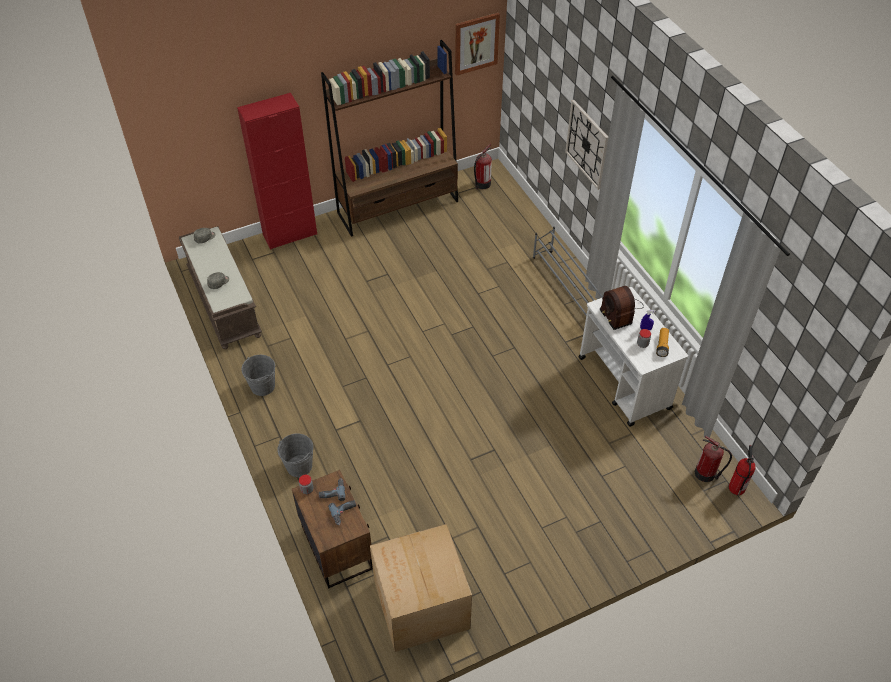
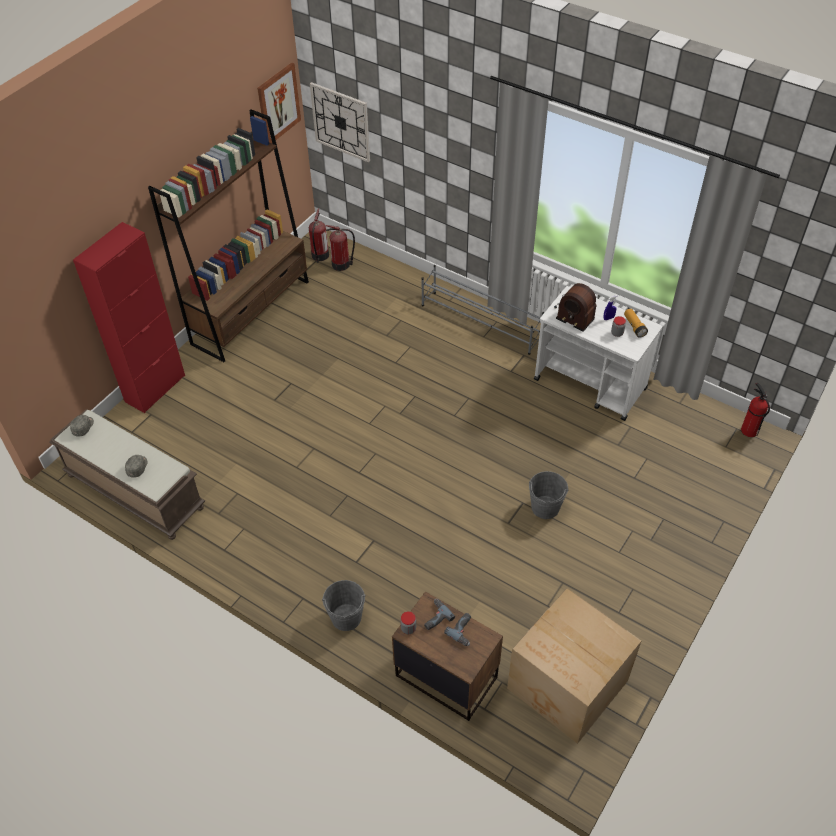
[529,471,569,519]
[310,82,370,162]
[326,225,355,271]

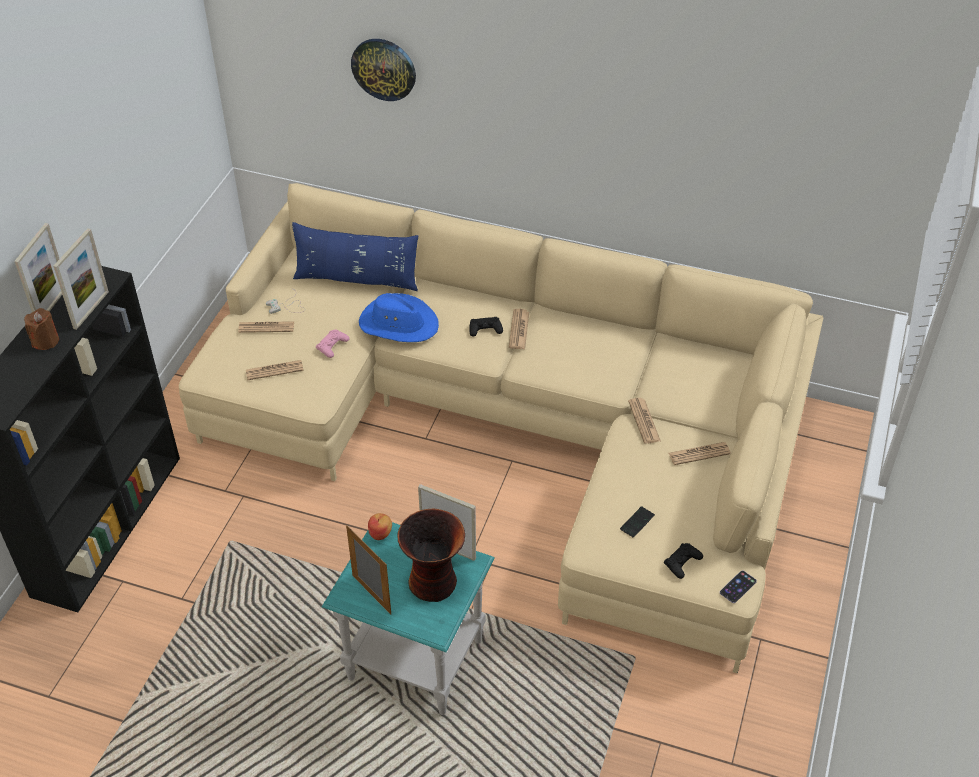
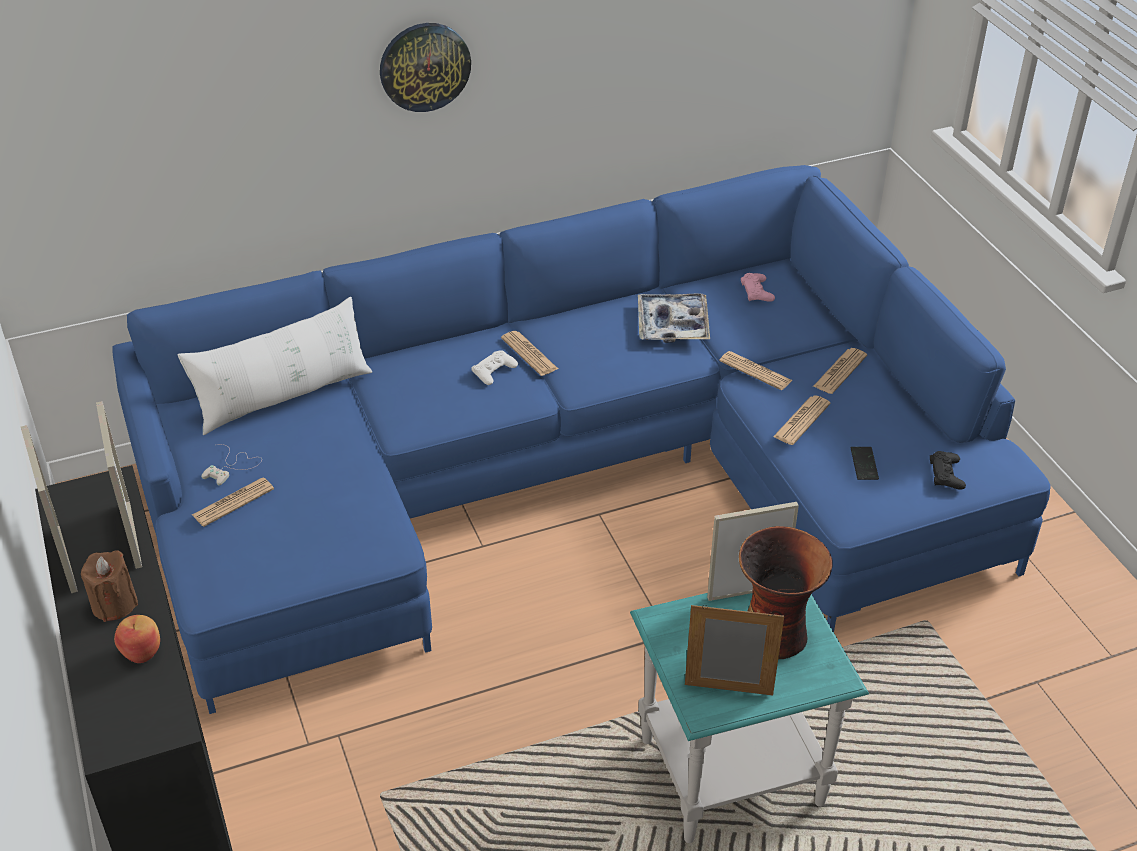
[359,293,439,342] (first image)
[720,571,757,603] (first image)
[638,294,710,343]
[773,396,830,445]
[741,273,775,302]
[380,23,471,112]
[114,615,160,663]
[112,165,1051,714]
[178,297,372,435]
[471,351,518,385]

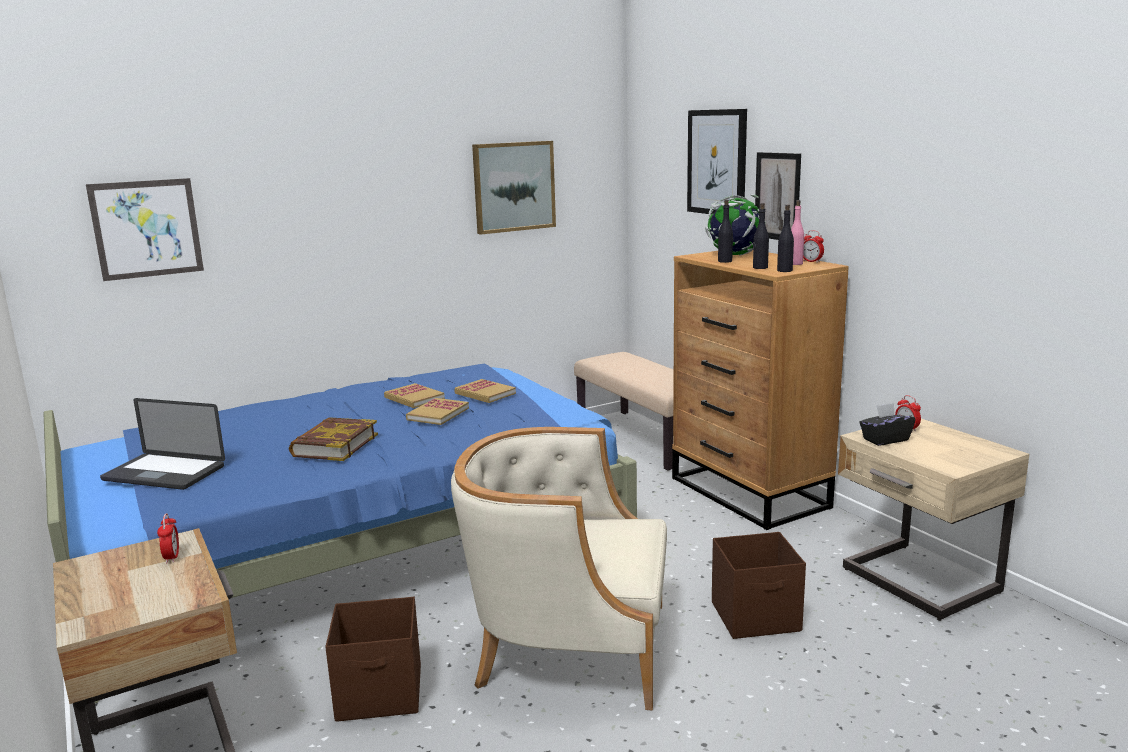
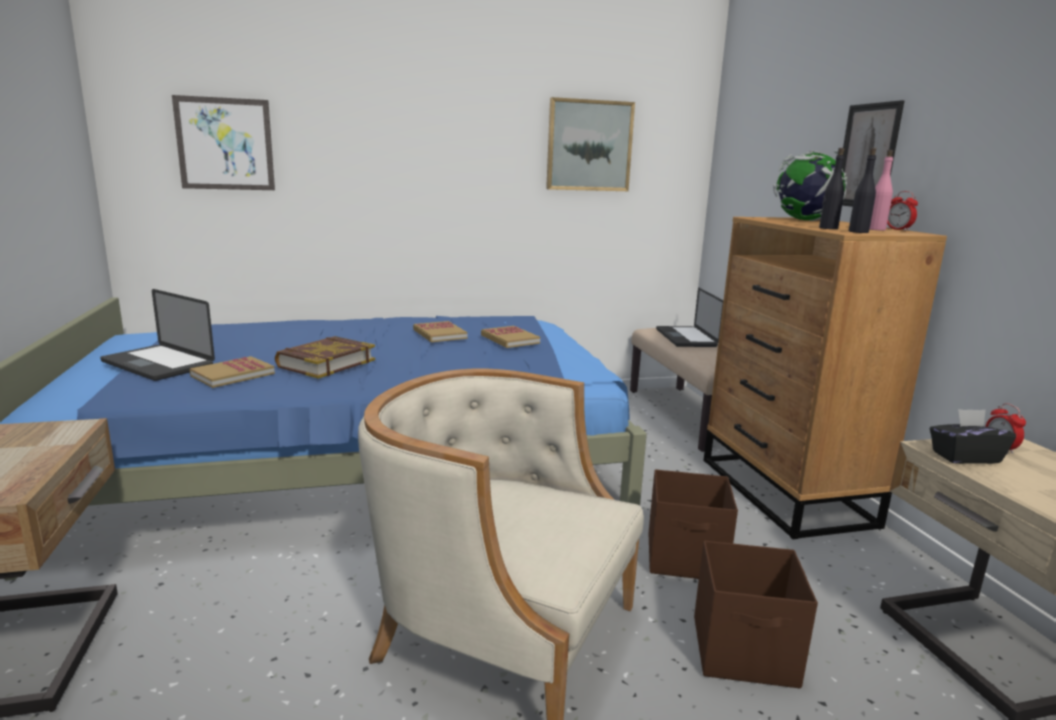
[157,513,179,564] (first image)
[687,109,747,214] (first image)
[718,199,733,263] (first image)
[656,288,723,347]
[649,469,738,579]
[189,356,275,388]

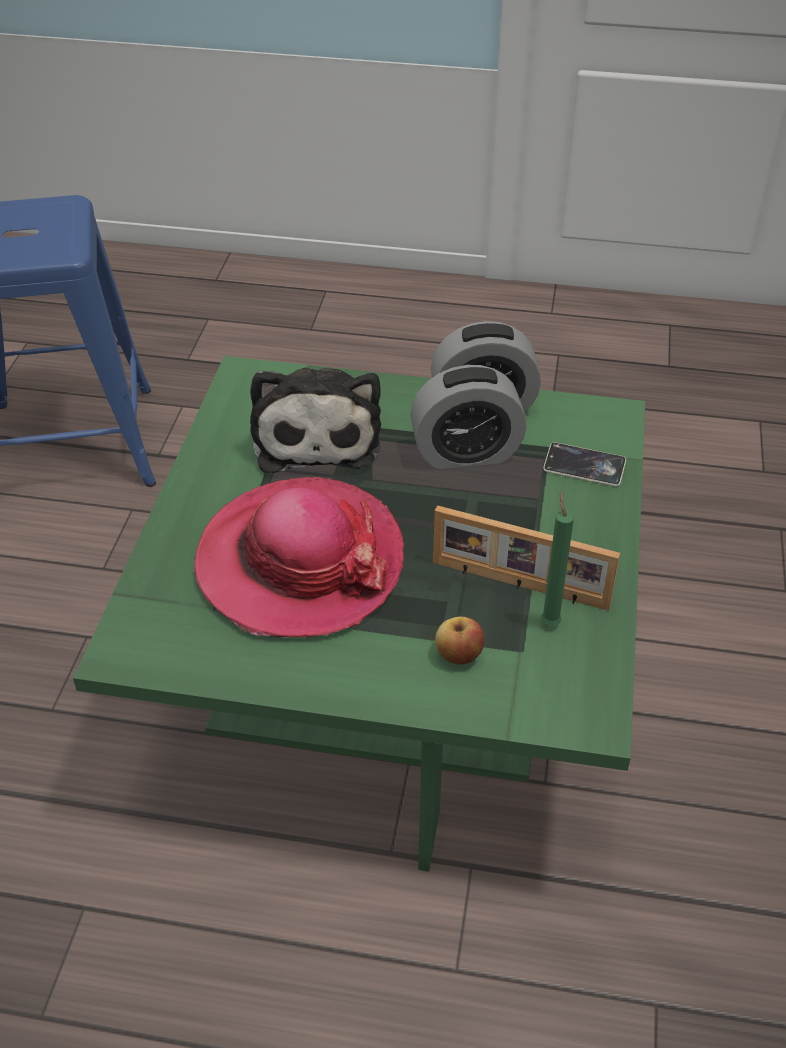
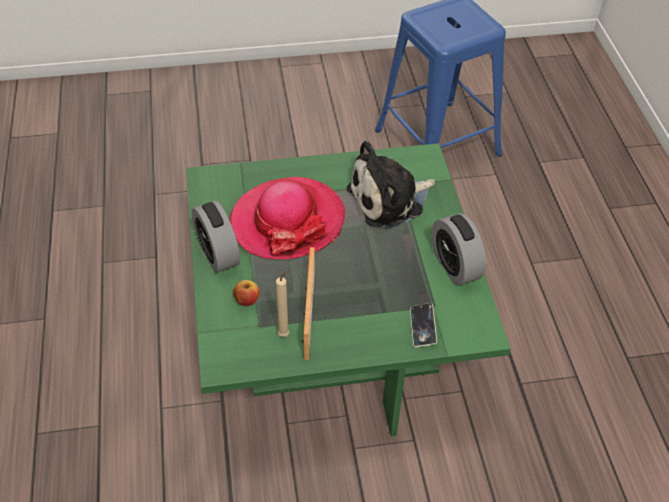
[192,201,240,273]
[276,270,290,337]

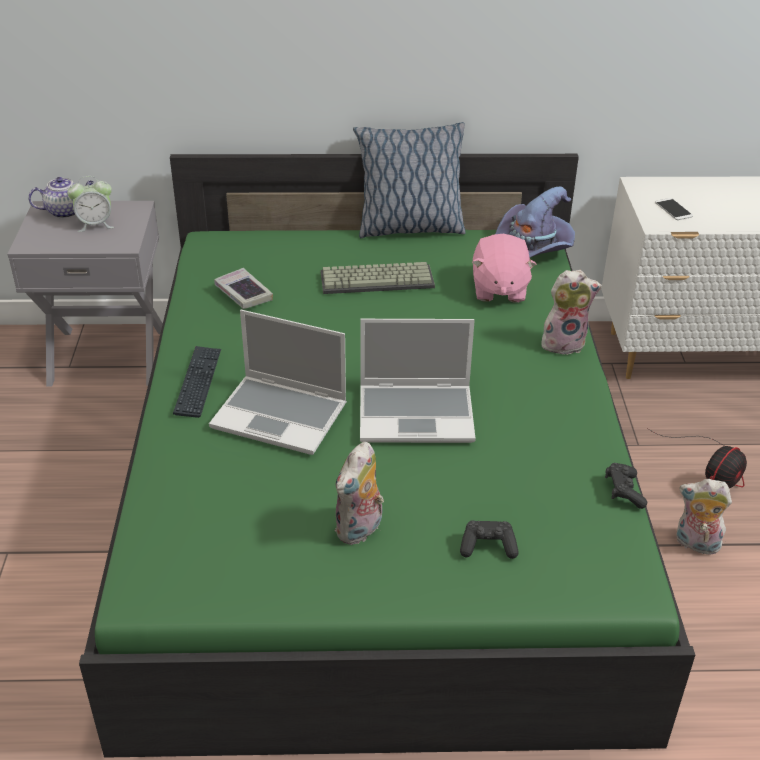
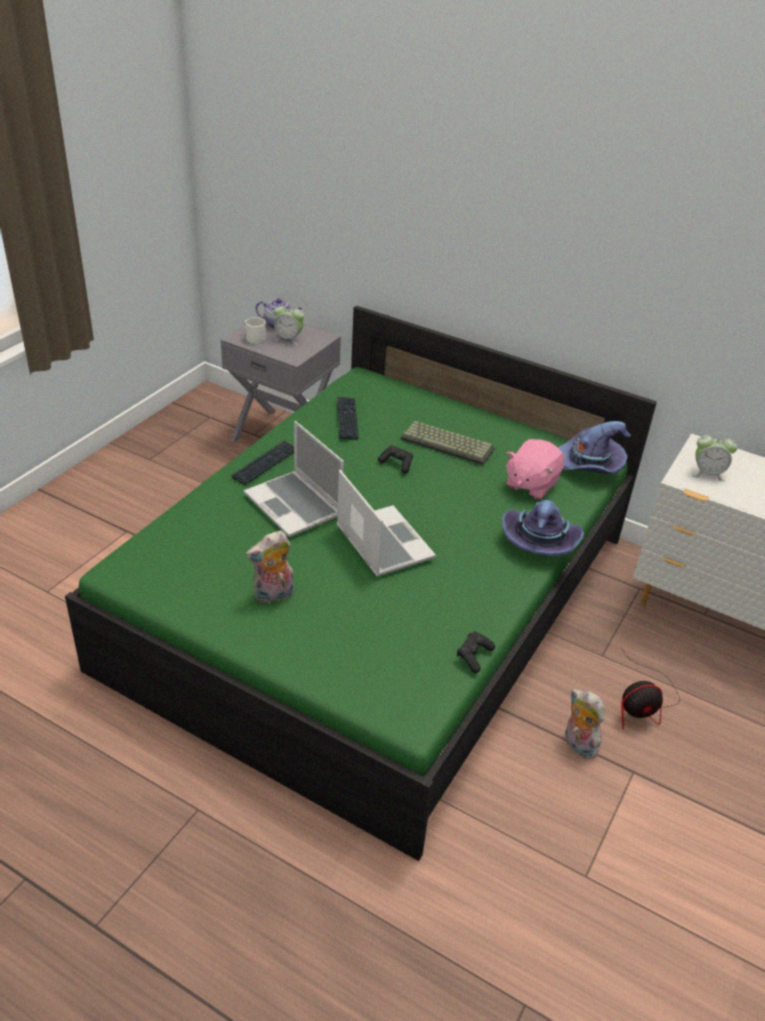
[353,122,466,238] (first image)
[243,317,266,344]
[378,445,413,473]
[337,397,359,440]
[502,500,584,556]
[692,432,738,481]
[337,470,436,577]

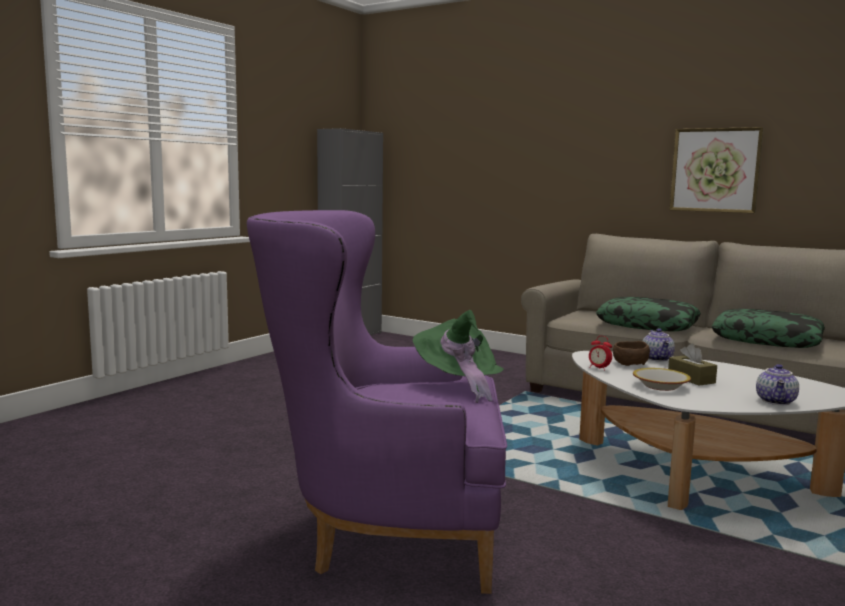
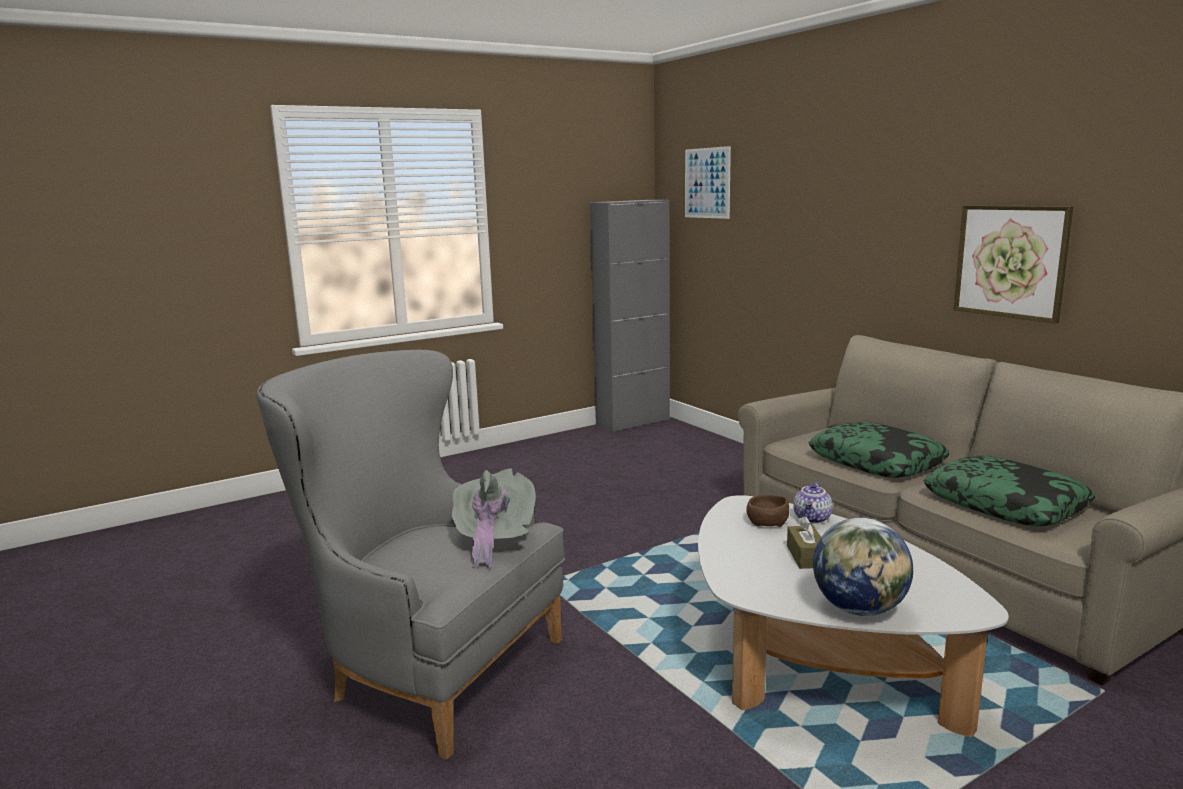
[589,336,612,371] (first image)
[633,368,691,391] (first image)
[685,146,731,219]
[813,518,913,616]
[257,350,566,760]
[452,468,536,568]

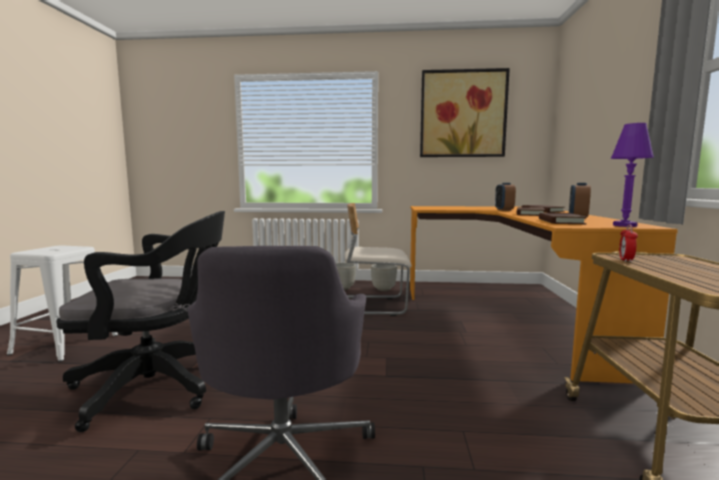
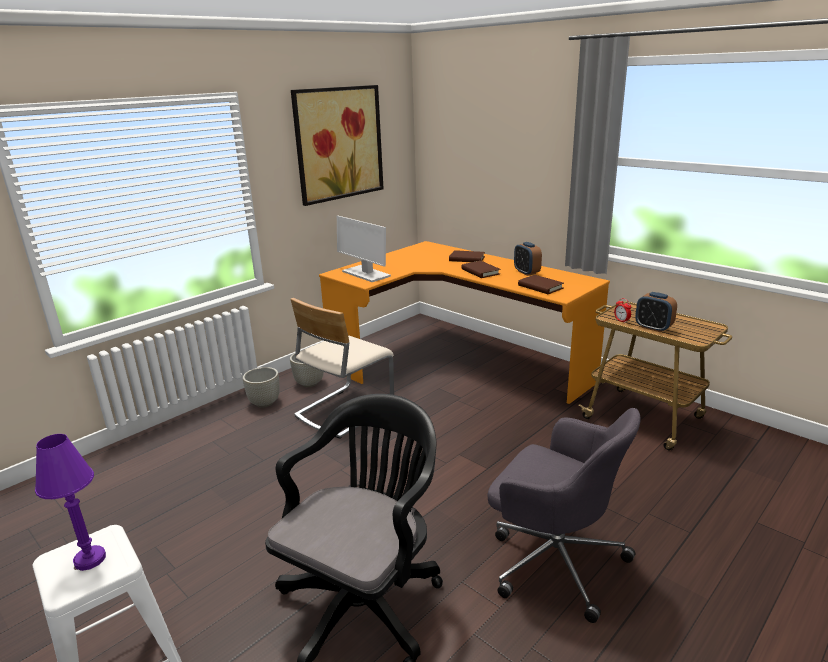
[337,216,391,282]
[635,292,677,332]
[35,434,106,571]

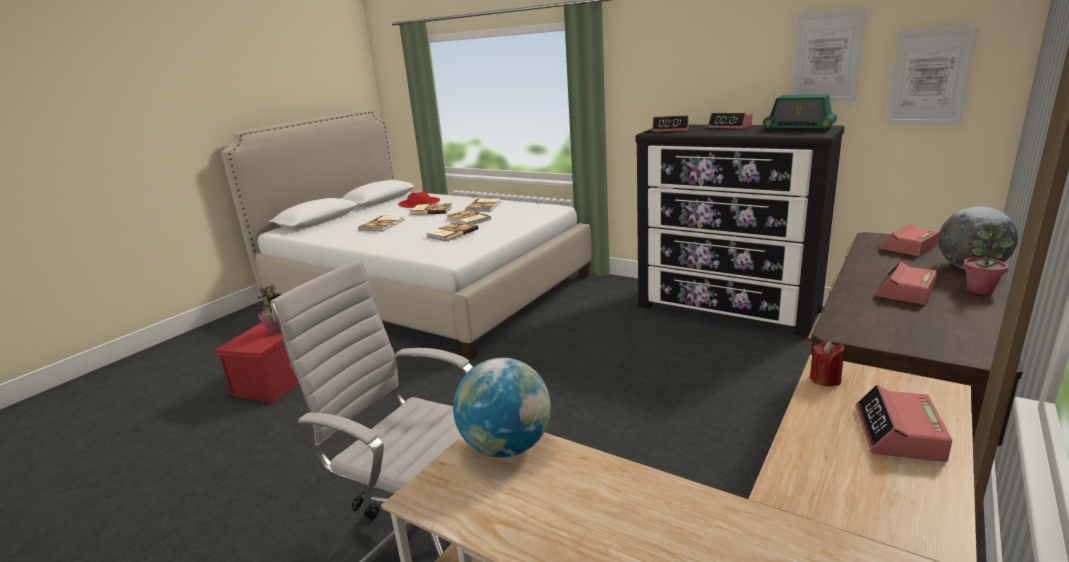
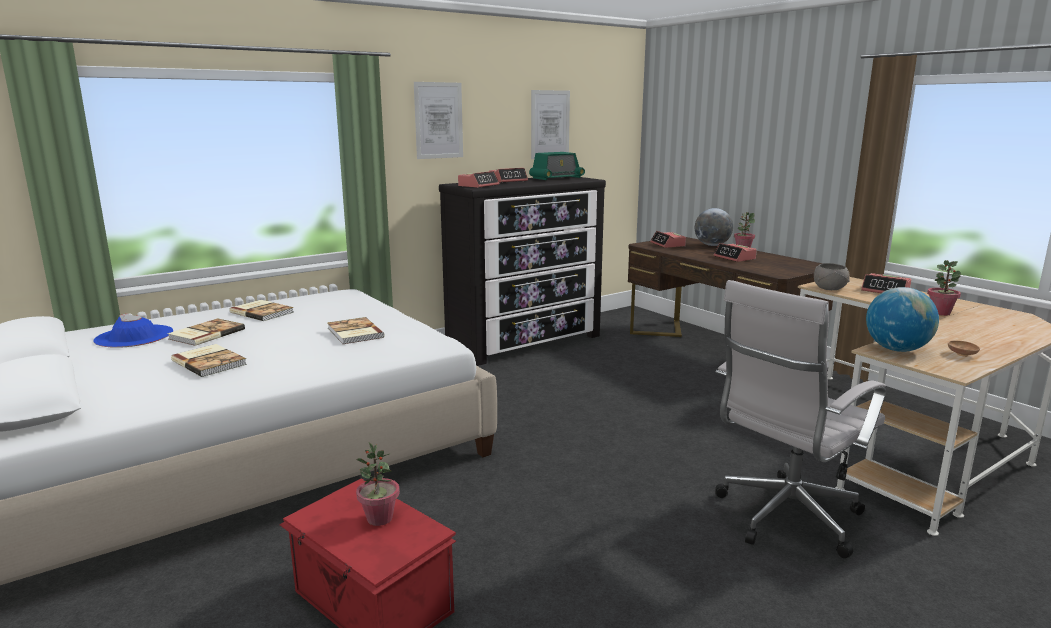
[447,210,491,225] (first image)
[927,260,961,316]
[948,340,980,357]
[414,82,463,159]
[814,263,850,290]
[93,314,173,348]

